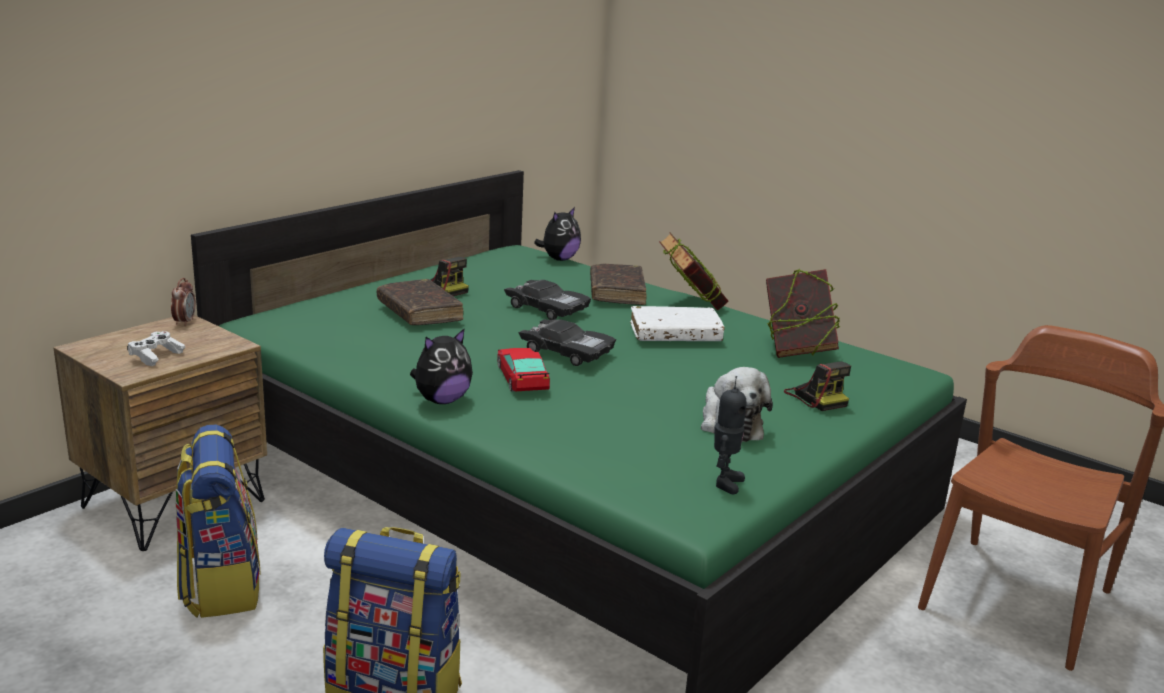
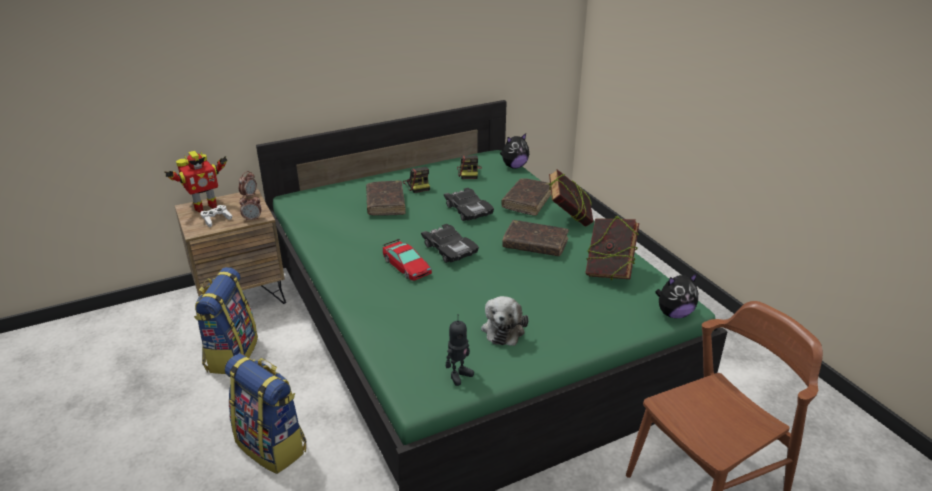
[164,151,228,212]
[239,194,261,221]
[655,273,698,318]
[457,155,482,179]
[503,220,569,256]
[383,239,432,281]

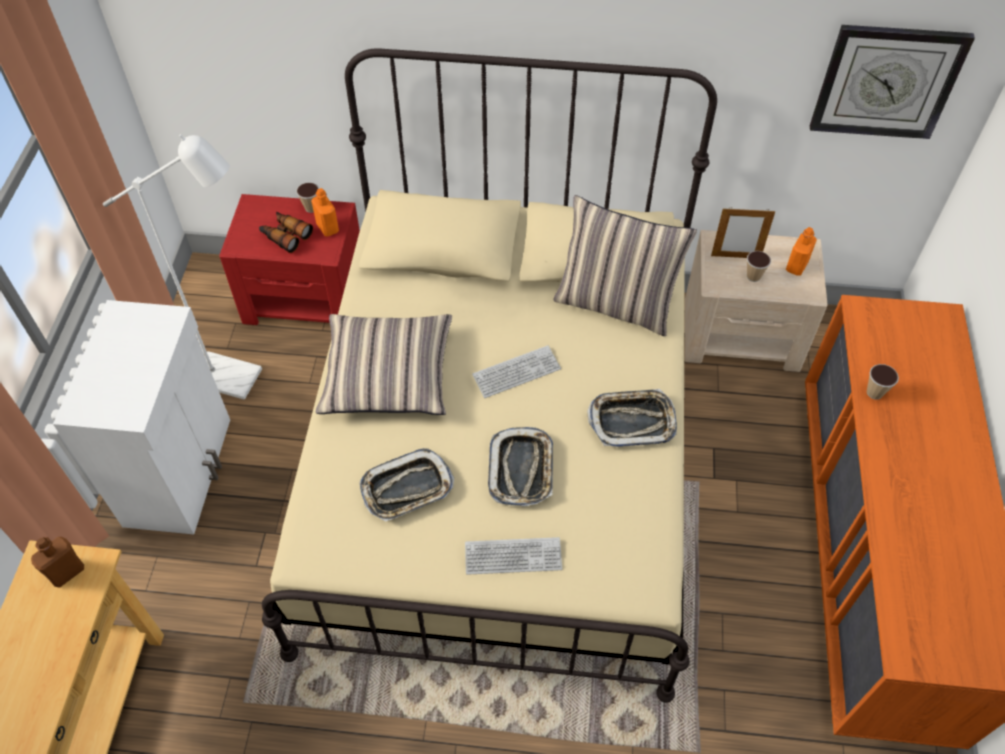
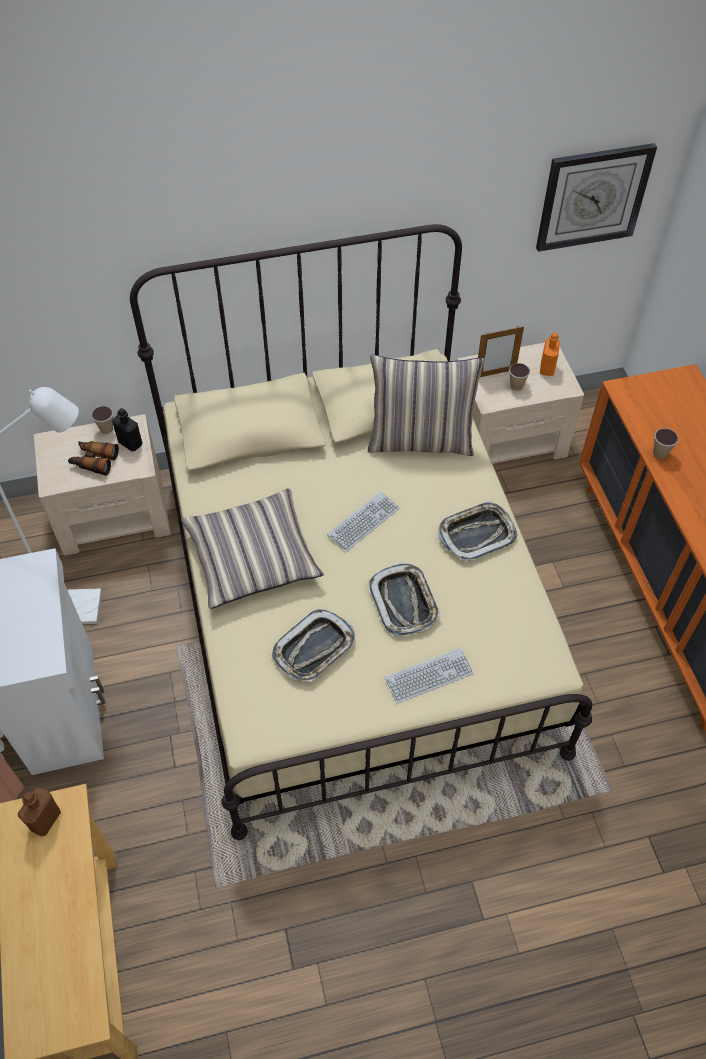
[34,414,171,556]
[112,408,142,452]

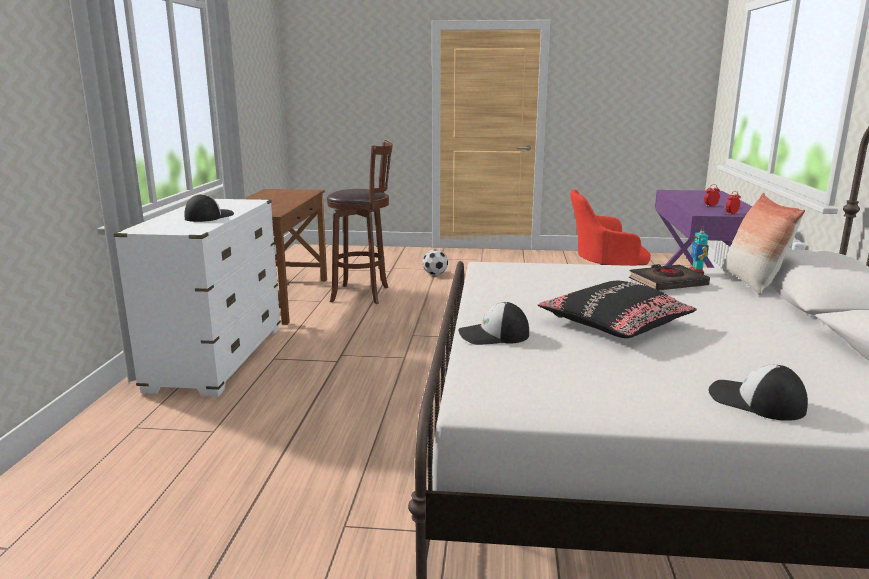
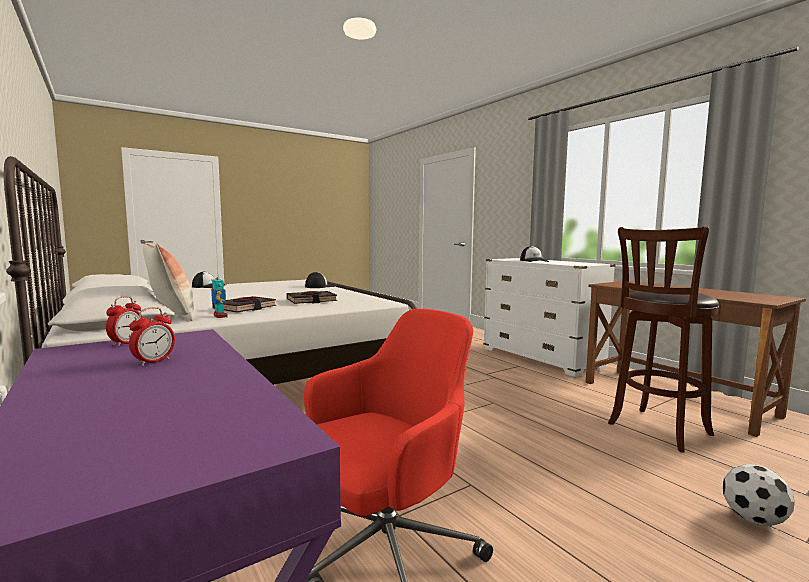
[538,281,697,338] (first image)
[287,291,337,304]

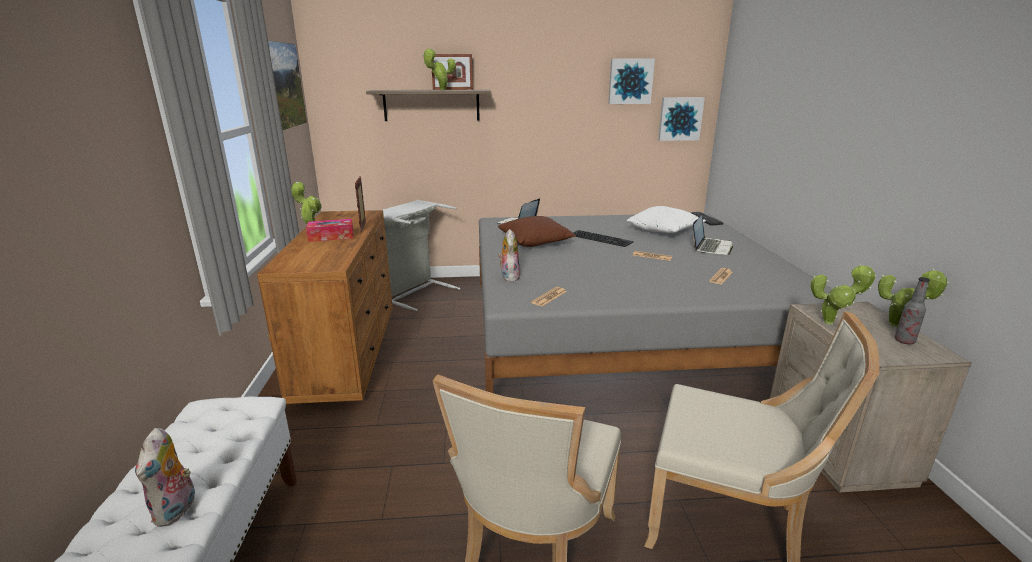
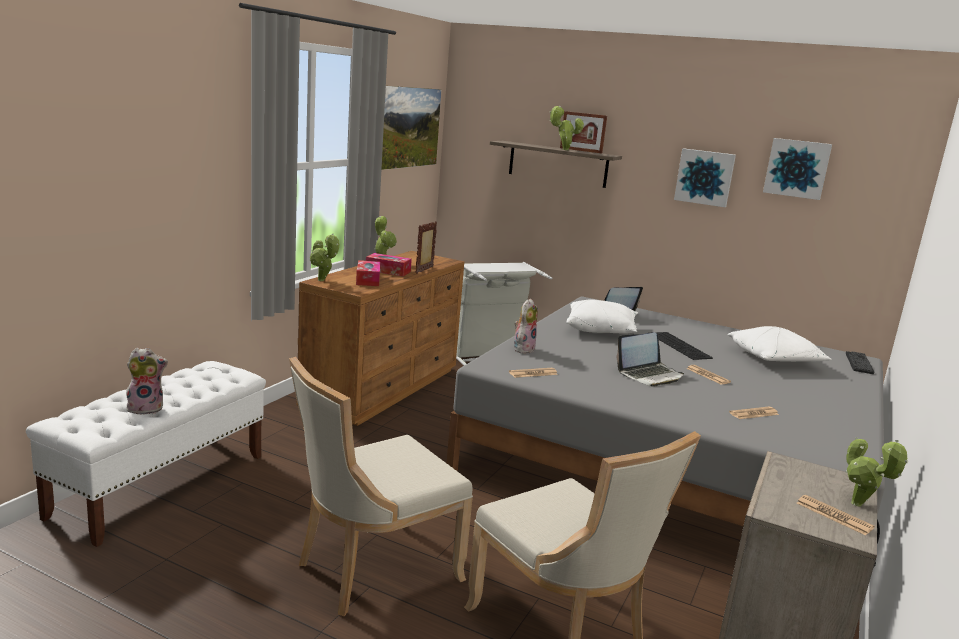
[356,260,380,286]
[674,148,736,207]
[617,333,684,387]
[309,234,340,281]
[797,495,875,535]
[566,299,638,334]
[125,348,168,415]

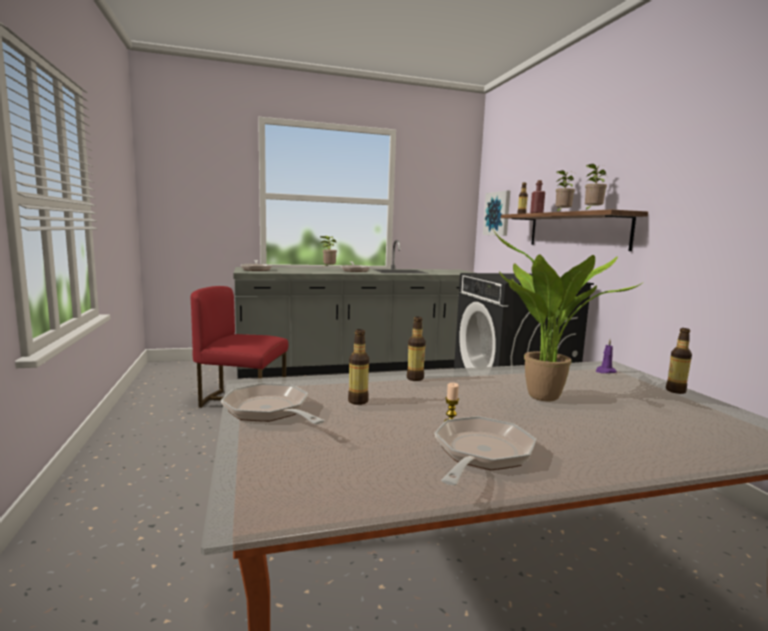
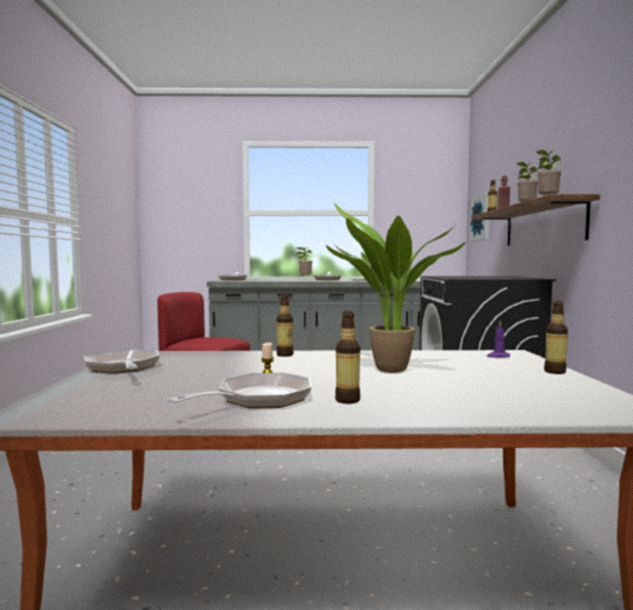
[335,311,360,404]

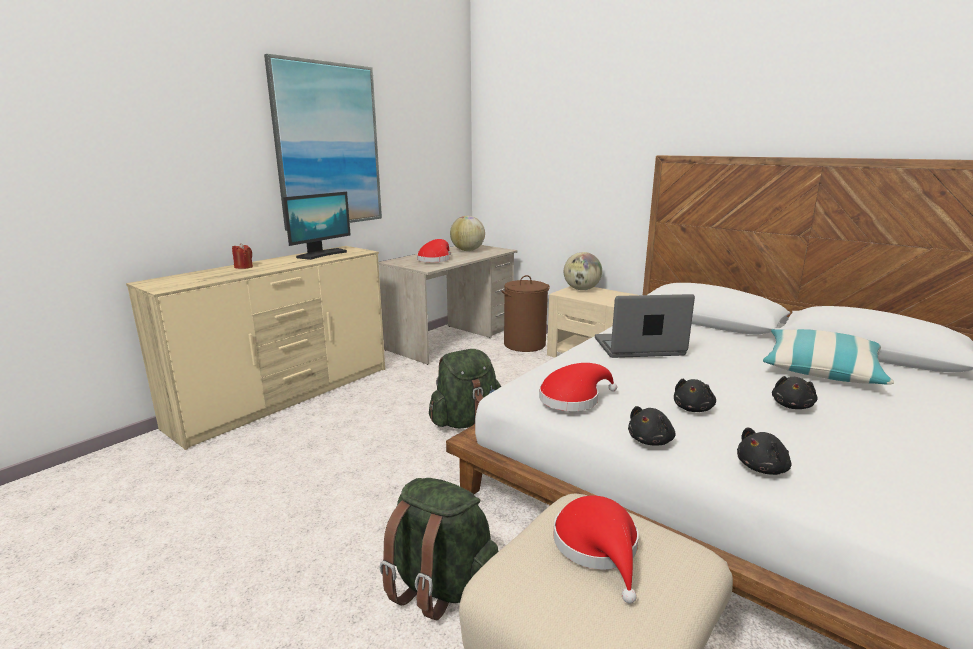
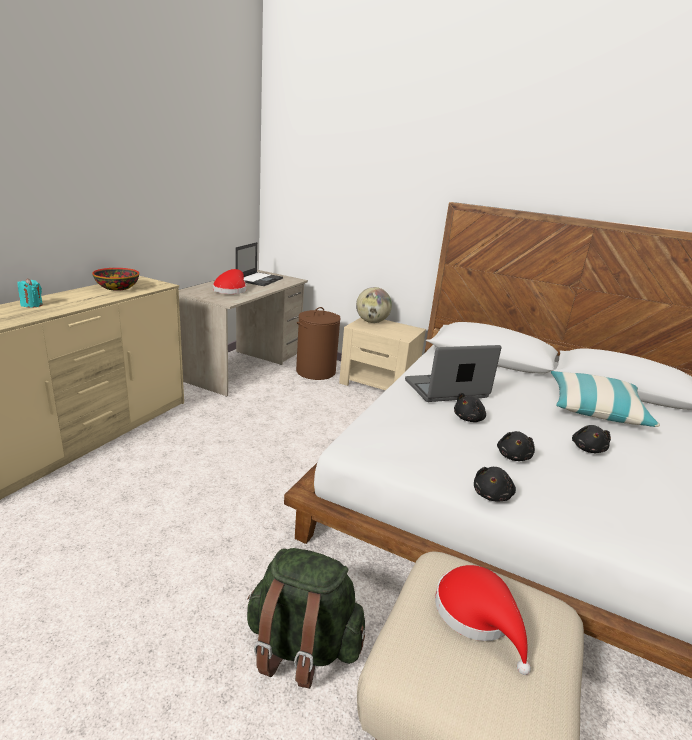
[264,54,382,231] (first image)
[429,349,501,428] (first image)
[539,363,617,411] (first image)
[454,393,486,422]
[92,268,139,291]
[235,242,283,286]
[18,278,43,307]

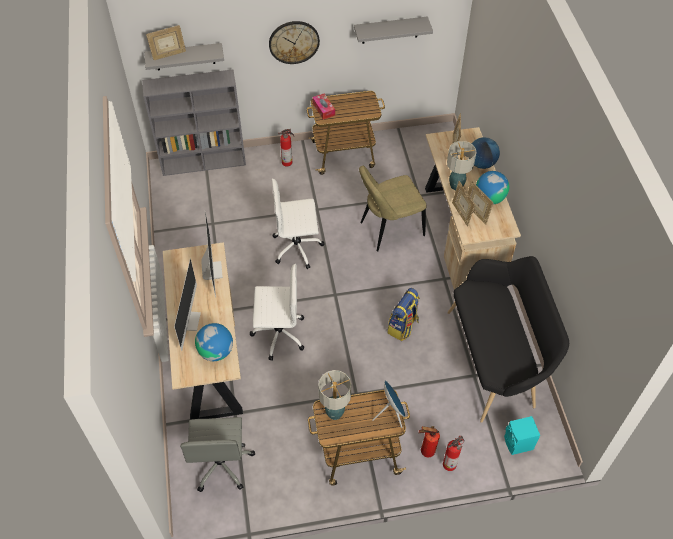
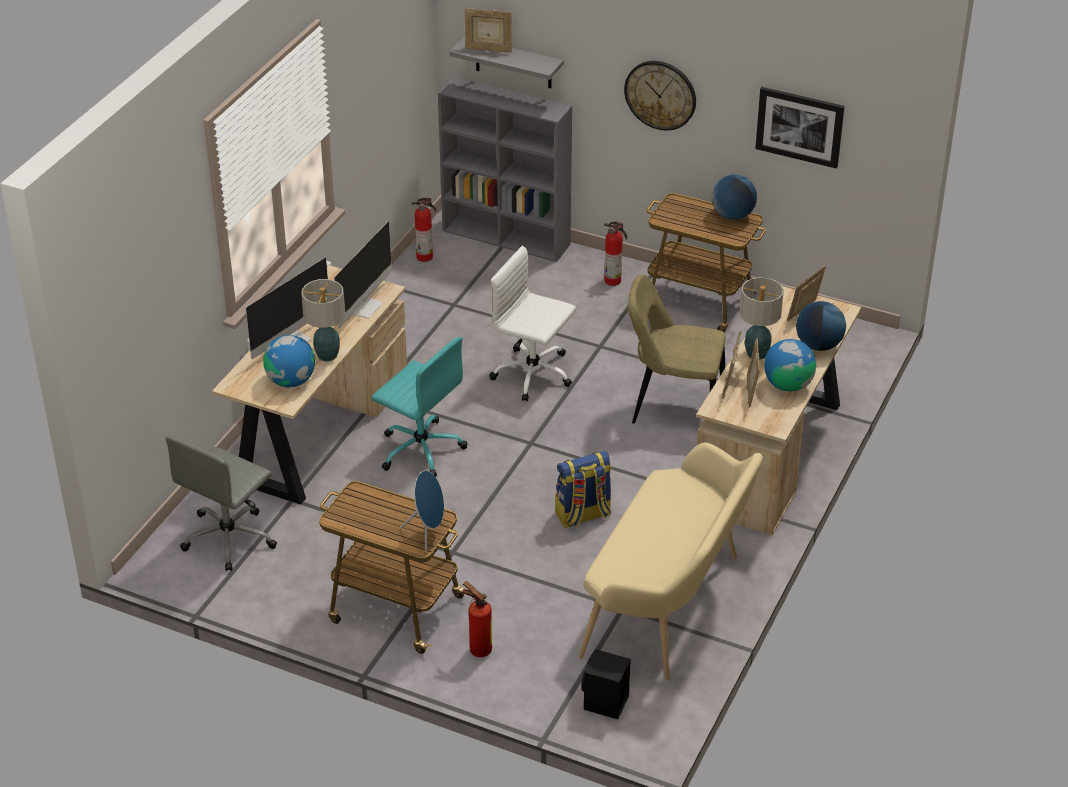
[312,93,335,120] (first image)
[712,174,757,220]
[301,279,345,361]
[412,198,436,262]
[755,87,845,168]
[371,337,467,477]
[579,443,763,680]
[581,649,631,719]

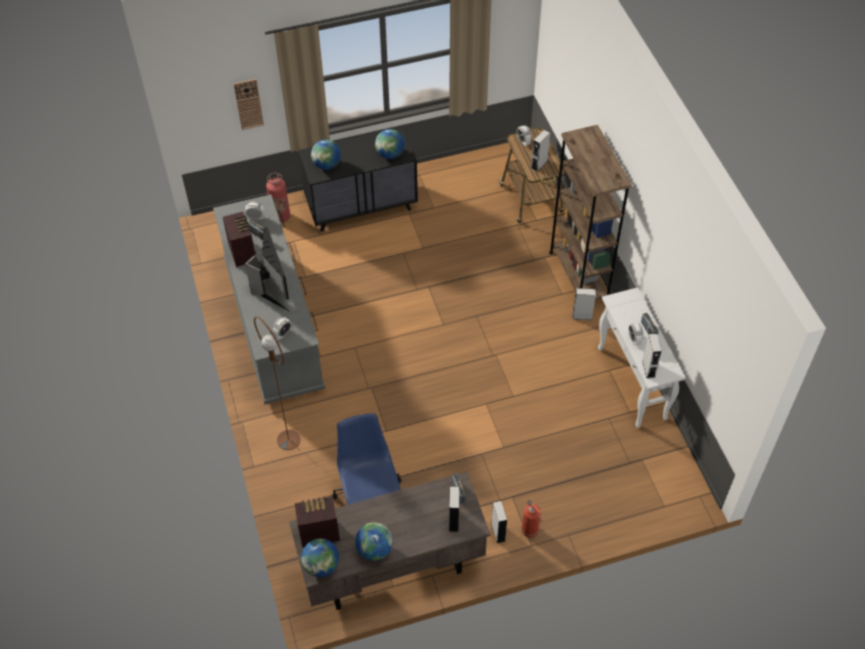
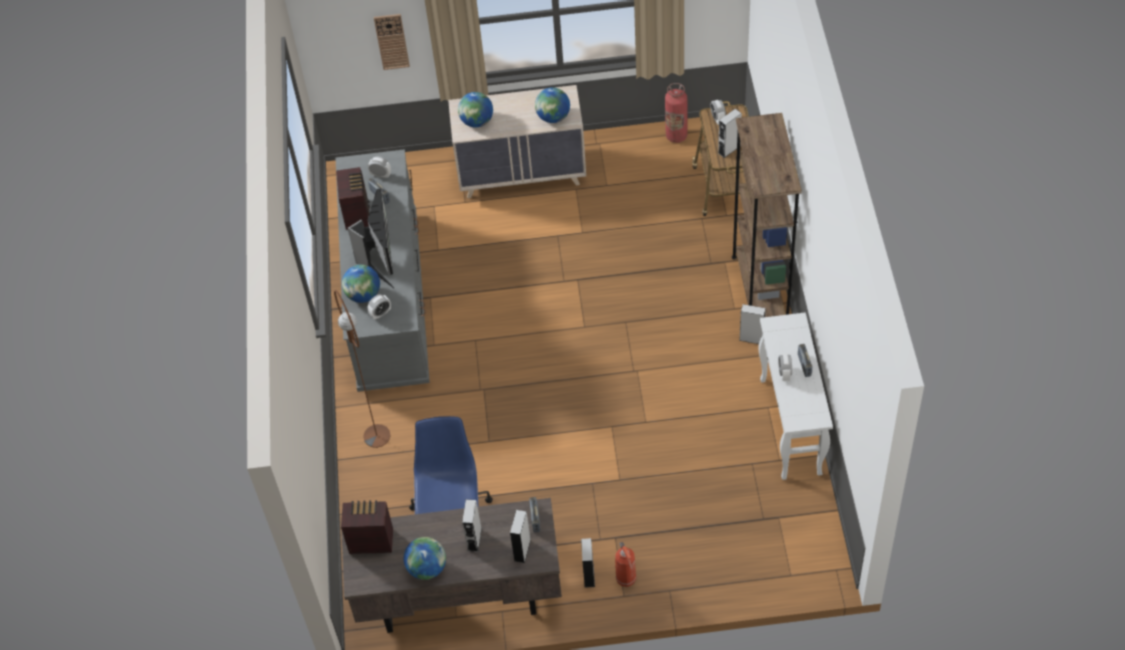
[665,83,688,143]
[342,265,380,303]
[462,499,482,552]
[448,85,586,198]

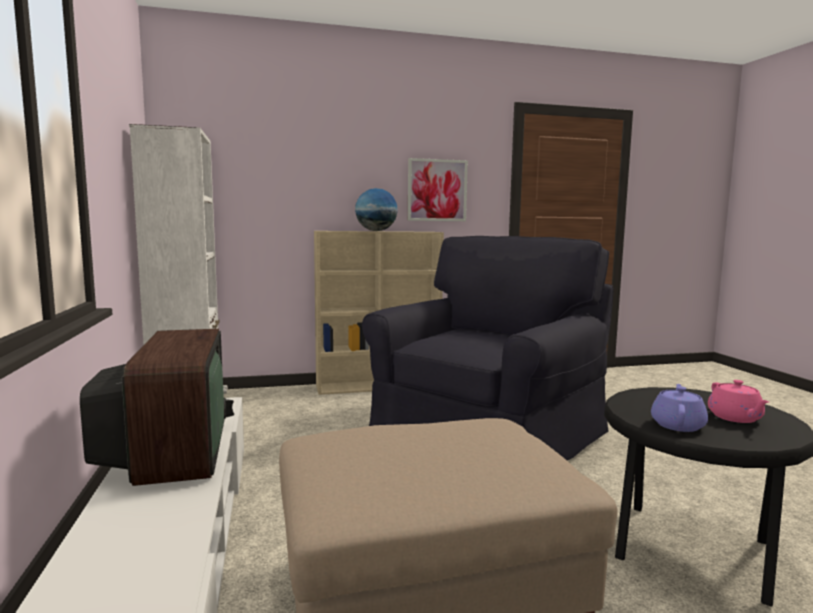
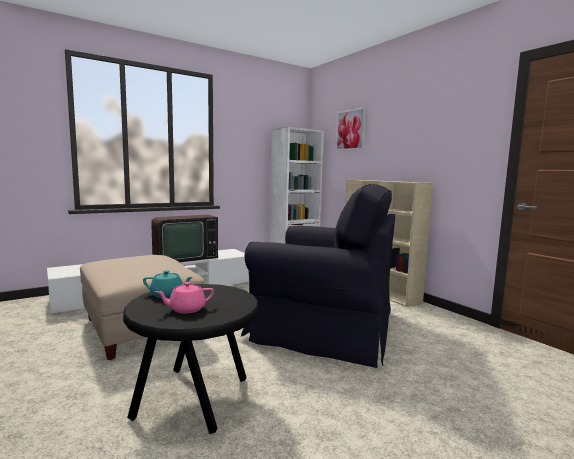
[355,188,398,231] (first image)
[335,107,366,151]
[143,270,193,298]

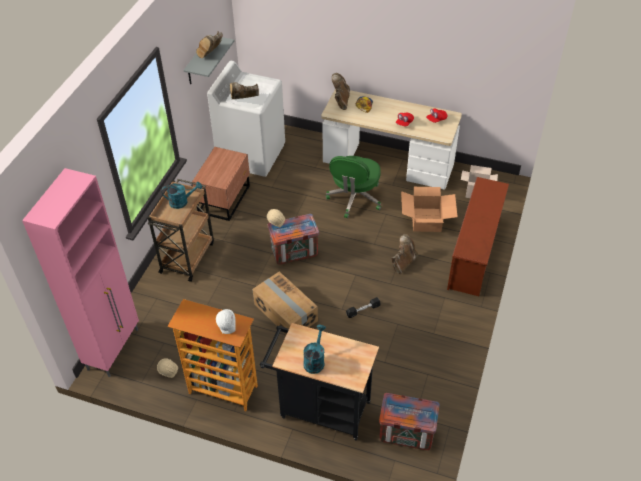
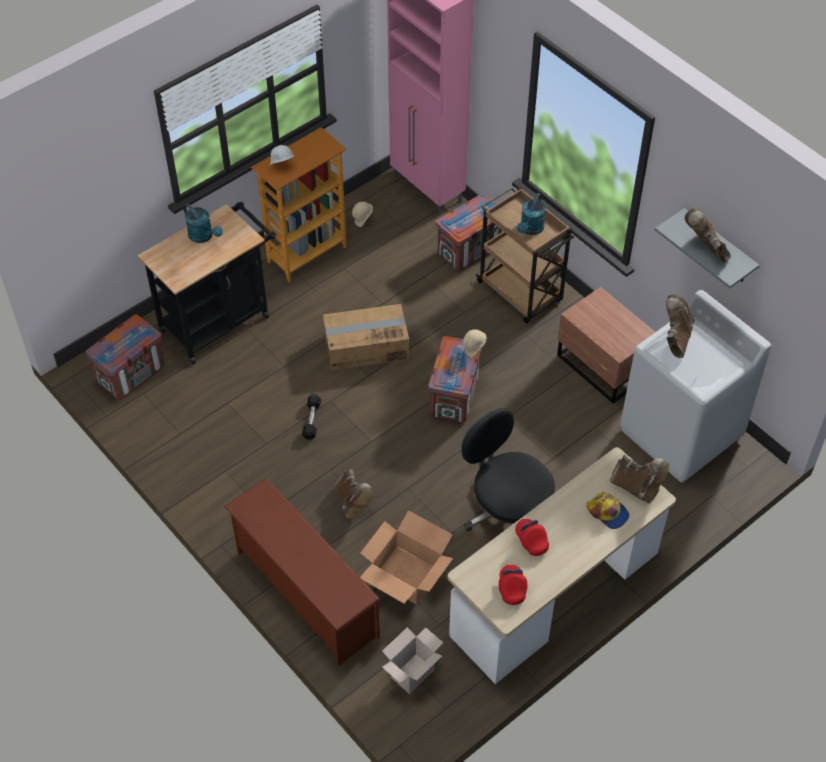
[436,194,502,272]
[462,408,555,532]

